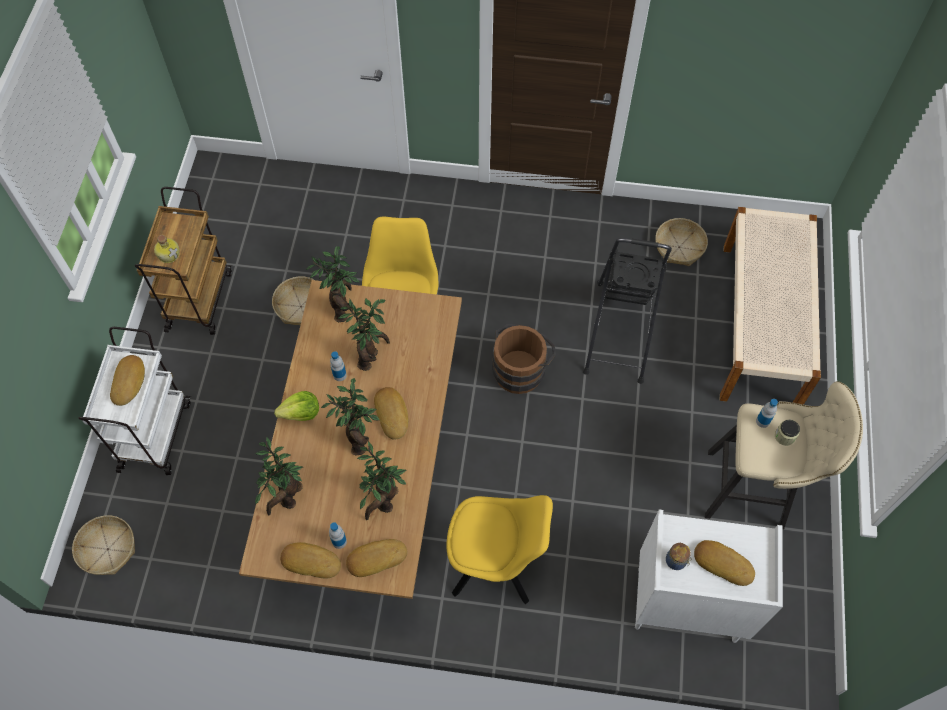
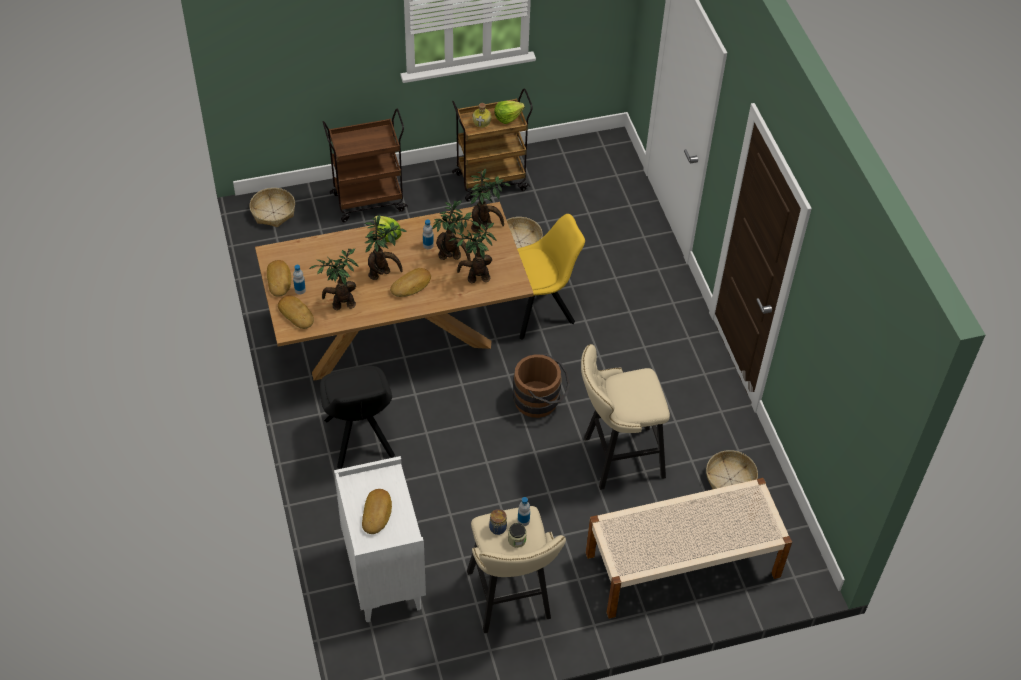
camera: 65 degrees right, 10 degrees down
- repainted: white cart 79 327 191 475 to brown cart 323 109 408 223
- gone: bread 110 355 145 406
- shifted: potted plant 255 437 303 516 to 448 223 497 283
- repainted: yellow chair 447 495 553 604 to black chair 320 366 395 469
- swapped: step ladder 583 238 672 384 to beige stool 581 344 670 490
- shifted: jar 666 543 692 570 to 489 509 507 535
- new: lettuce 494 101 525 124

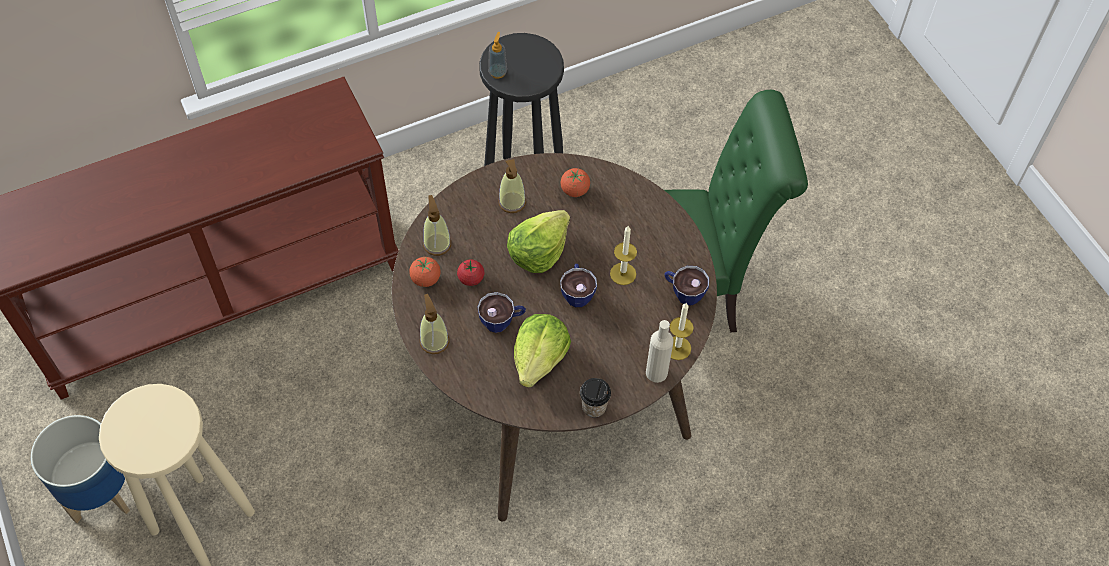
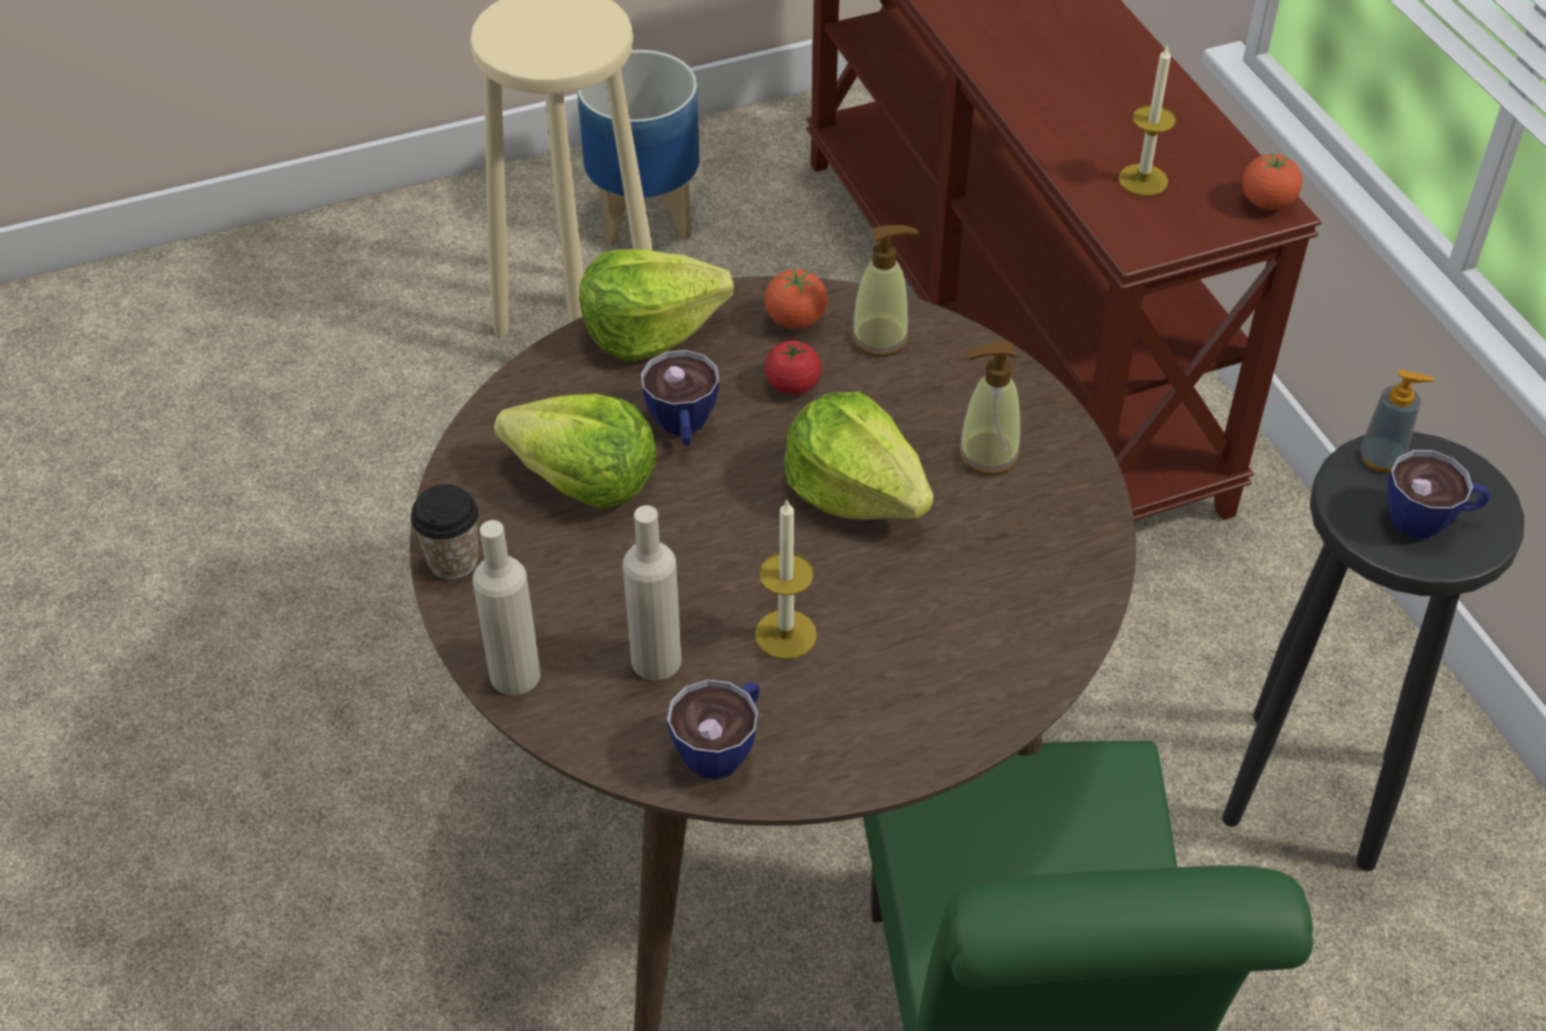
camera: 95 degrees right, 10 degrees down
- swapped: soap dispenser 420 294 449 354 to lettuce 579 249 734 361
- shifted: cup 560 264 597 307 to 1387 450 1491 539
- shifted: tomato 561 168 590 197 to 1242 153 1303 210
- shifted: candle 670 303 694 360 to 1118 44 1176 196
- new: beige bottle 623 505 682 680

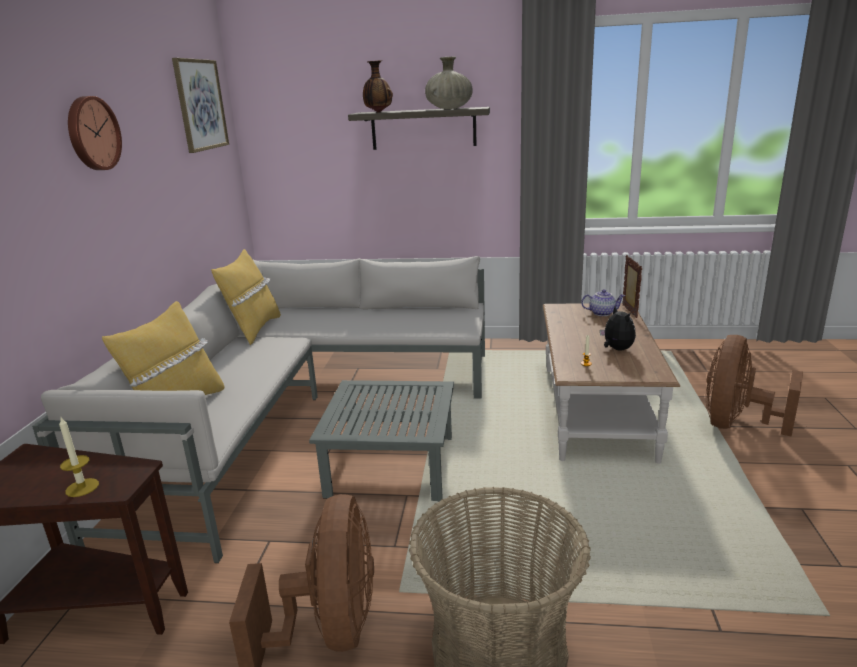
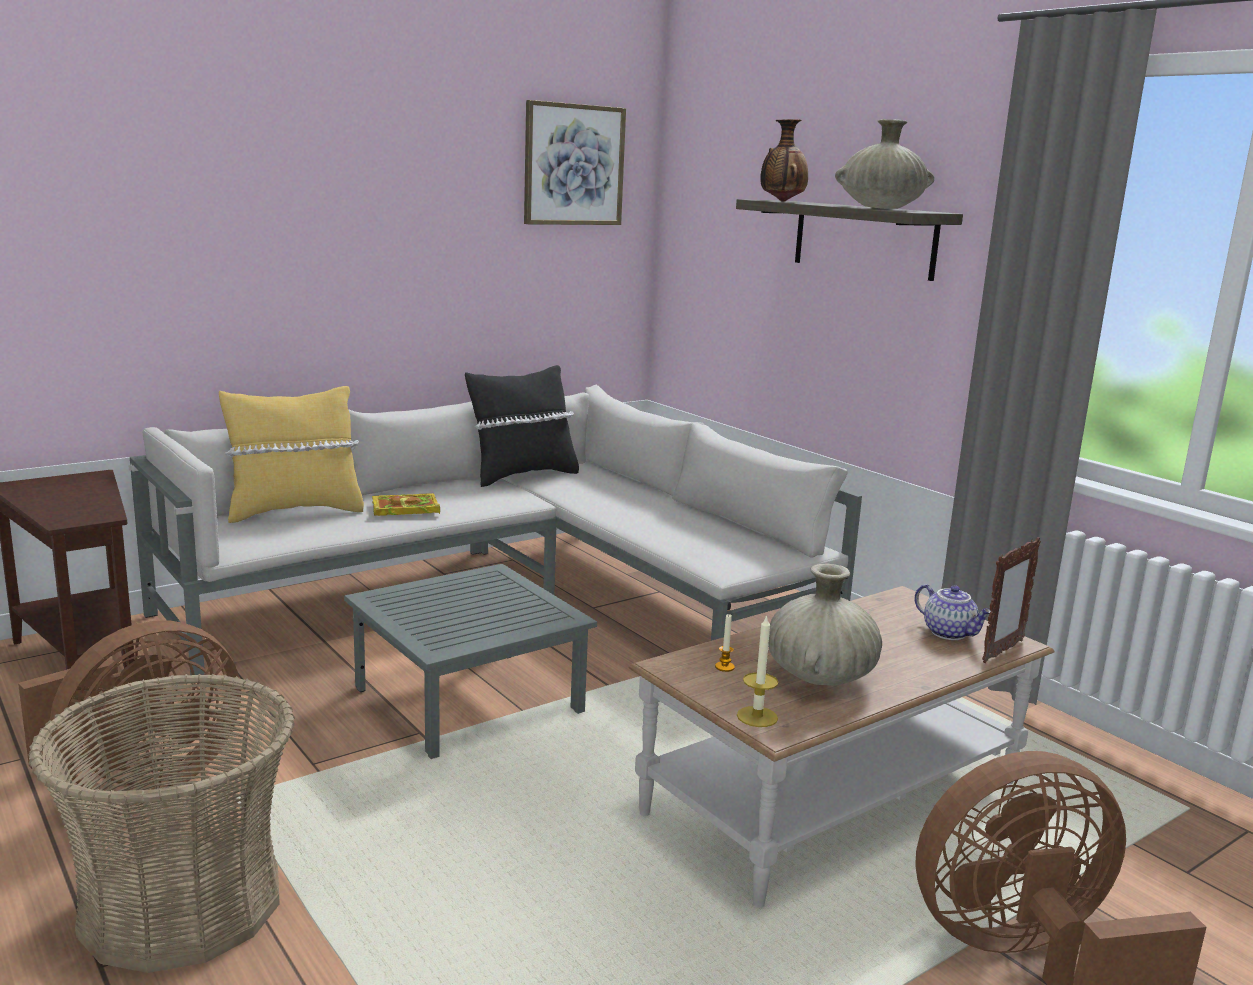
camera: 45 degrees right, 5 degrees down
- shifted: candle 59 417 99 497 to 737 615 778 727
- gone: wall clock 68 96 122 170
- repainted: yellow pillow 211 249 281 345 to black pillow 465 365 579 487
- swapped: plush toy 600 306 636 351 to beige vase 768 564 882 685
- new: book 372 493 440 516

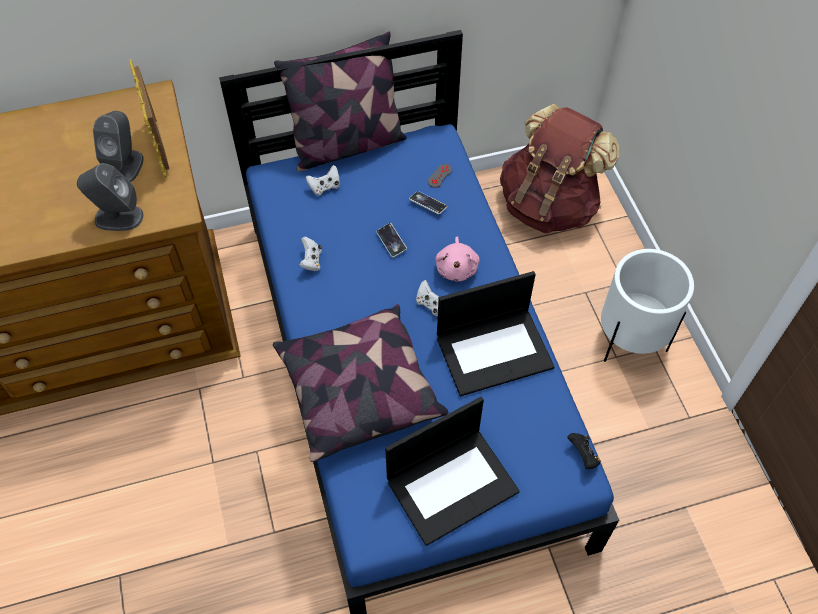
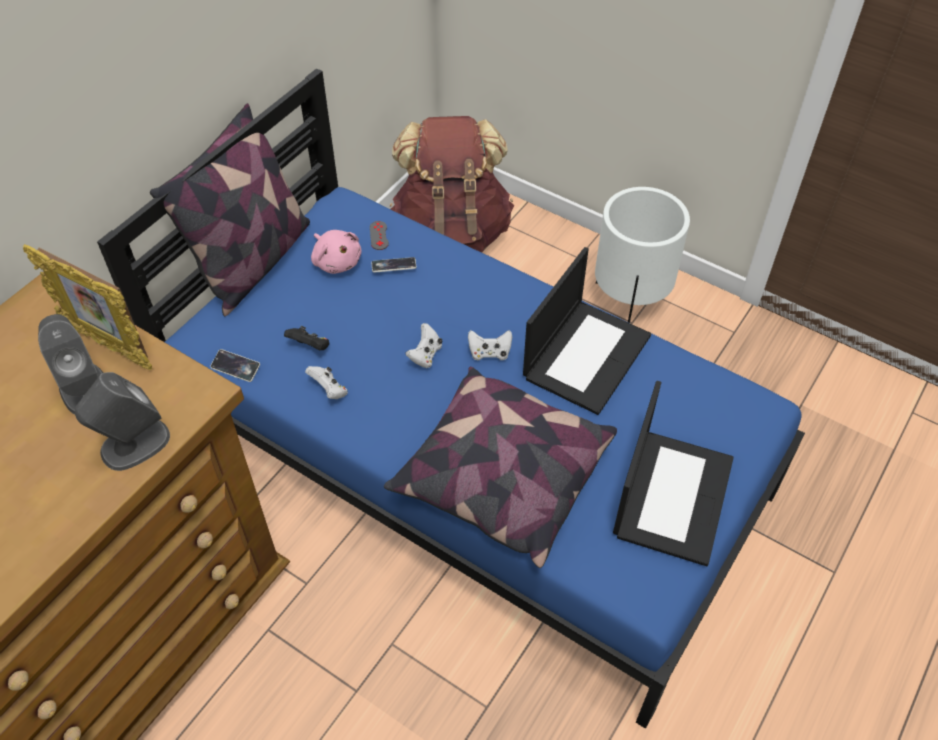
camera: 40 degrees left, 5 degrees down
- shifted: white game controller 306 165 340 195 to 405 323 442 368
- shifted: phone 376 223 407 257 to 210 349 260 382
- shifted: pink plush toy 435 236 480 281 to 311 230 362 274
- shifted: black game controller 567 433 601 469 to 284 326 330 350

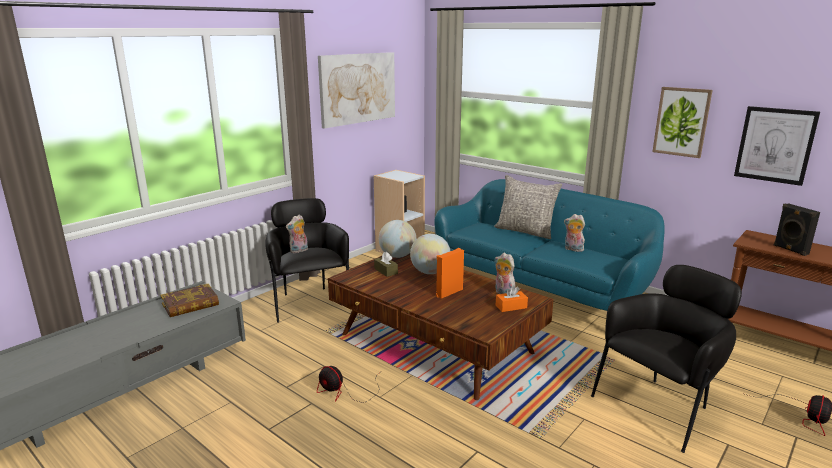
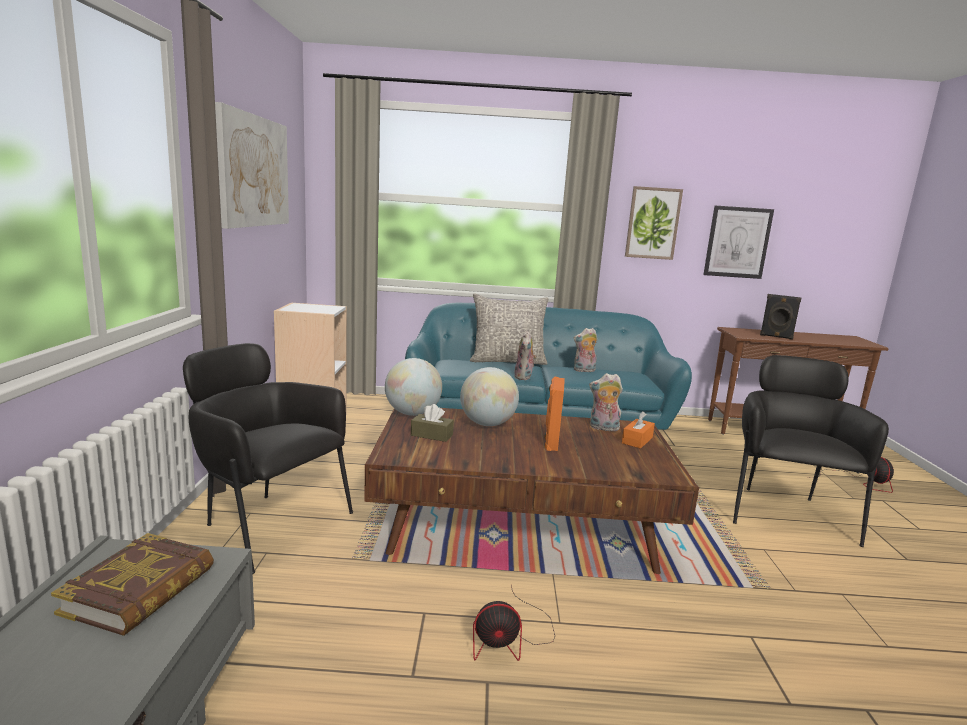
camera: 40 degrees left, 5 degrees down
- shifted: plush toy 286 215 308 253 to 514 331 537 380

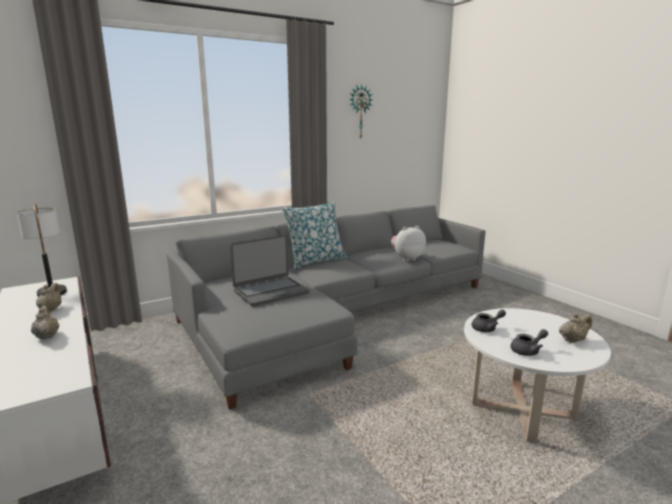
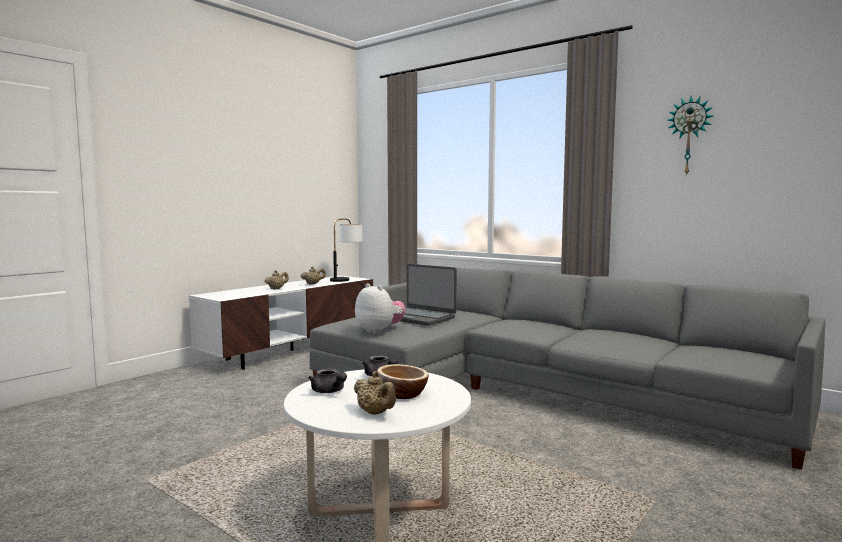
camera: 70 degrees right, 10 degrees down
- gone: pillow 281 201 347 270
- shifted: plush toy 391 226 426 261 to 355 283 405 334
- new: bowl 377 364 429 399

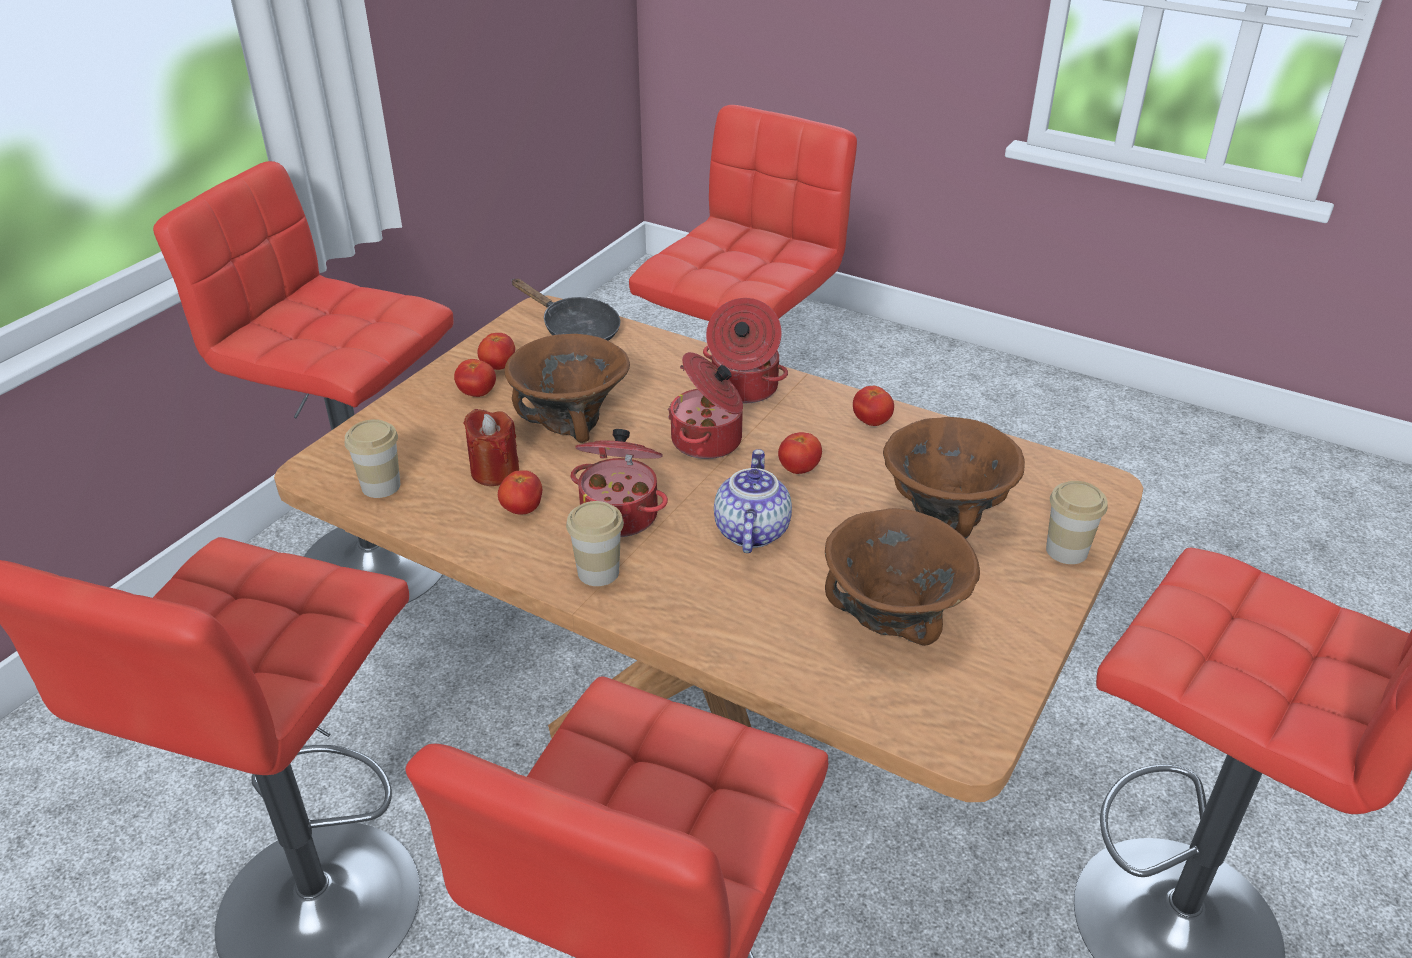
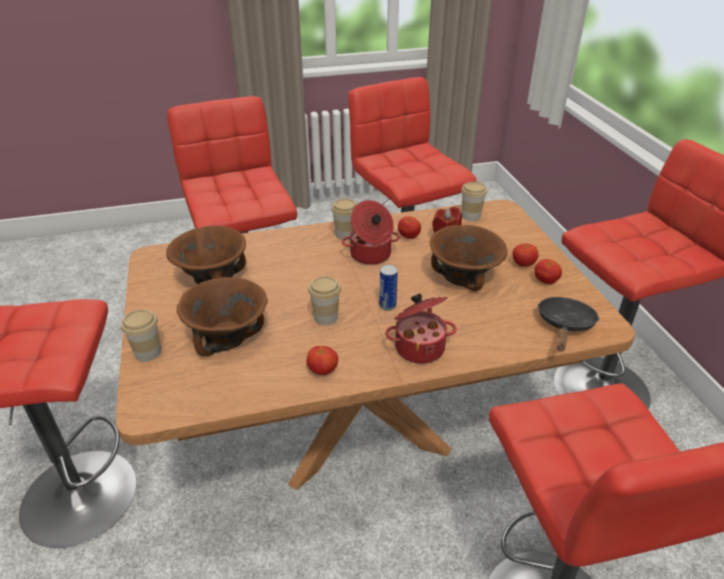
camera: 135 degrees right, 0 degrees up
- rotated: black frying pan 511 278 620 341 = 538 297 600 351 120 degrees clockwise
- swapped: cooking pot 668 352 743 459 to can 379 265 398 311
- gone: teapot 714 449 792 553
- swapped: tomato 778 432 822 474 to cup 308 276 341 325

